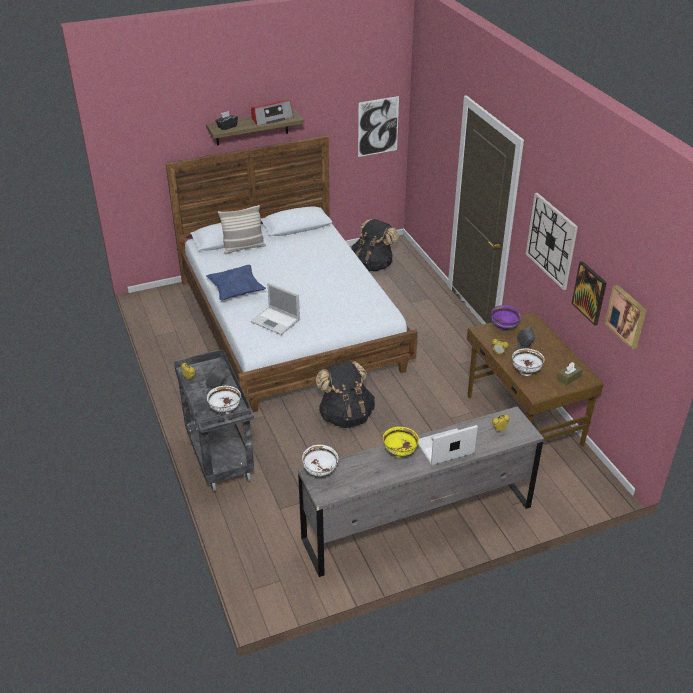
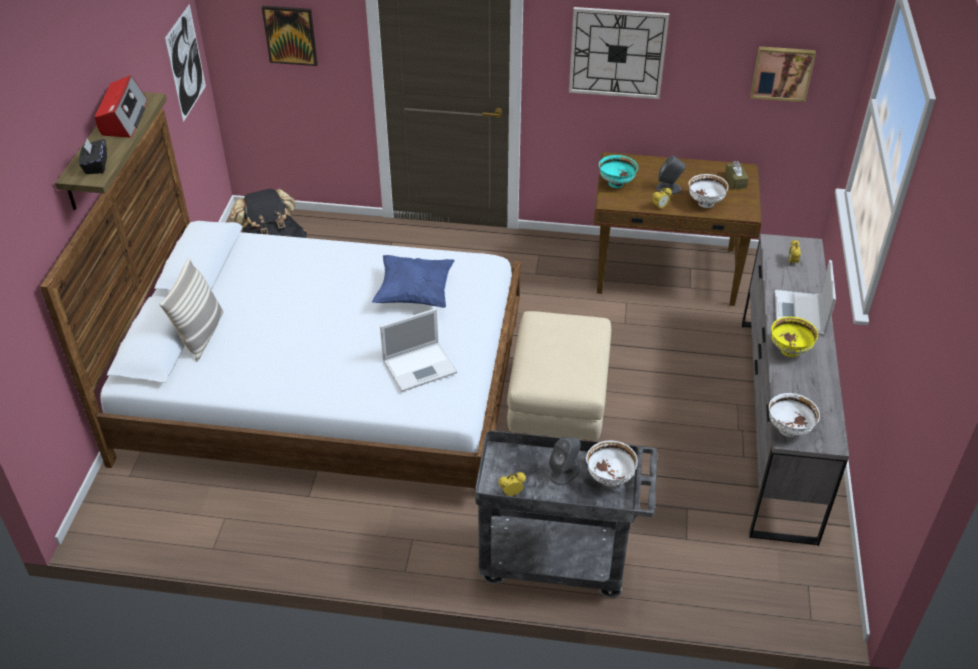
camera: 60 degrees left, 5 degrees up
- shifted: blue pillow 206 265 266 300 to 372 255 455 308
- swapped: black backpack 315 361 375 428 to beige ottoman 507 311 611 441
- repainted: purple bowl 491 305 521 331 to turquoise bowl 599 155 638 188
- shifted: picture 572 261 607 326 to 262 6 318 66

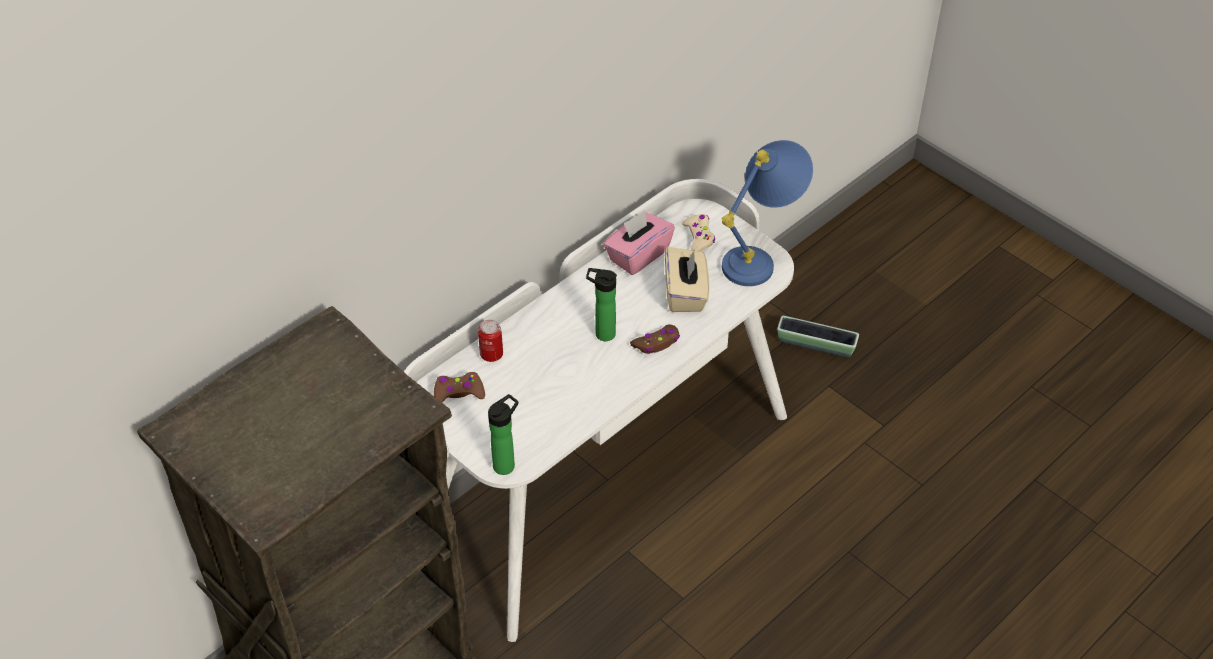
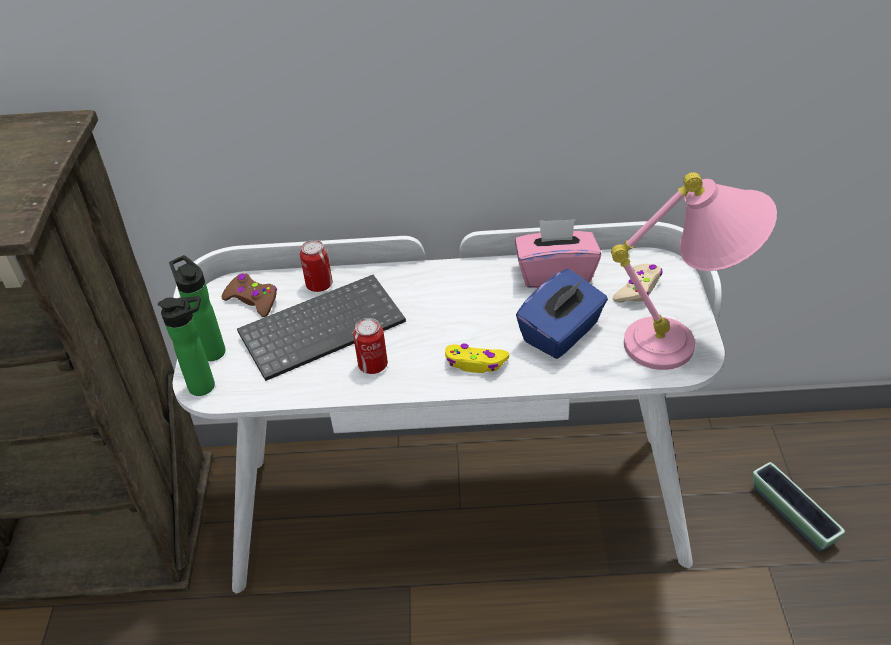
camera: 45 degrees right, 5 degrees down
- shifted: bottle 586 268 617 341 to 169 255 225 361
- repainted: brown game controller 630 325 680 354 to yellow game controller 445 343 509 373
- repainted: beige tissue box 665 247 709 312 to blue tissue box 516 269 608 359
- repainted: blue table lamp 721 140 813 286 to pink table lamp 611 172 777 370
- new: keyboard 237 275 406 381
- new: can 353 318 388 374

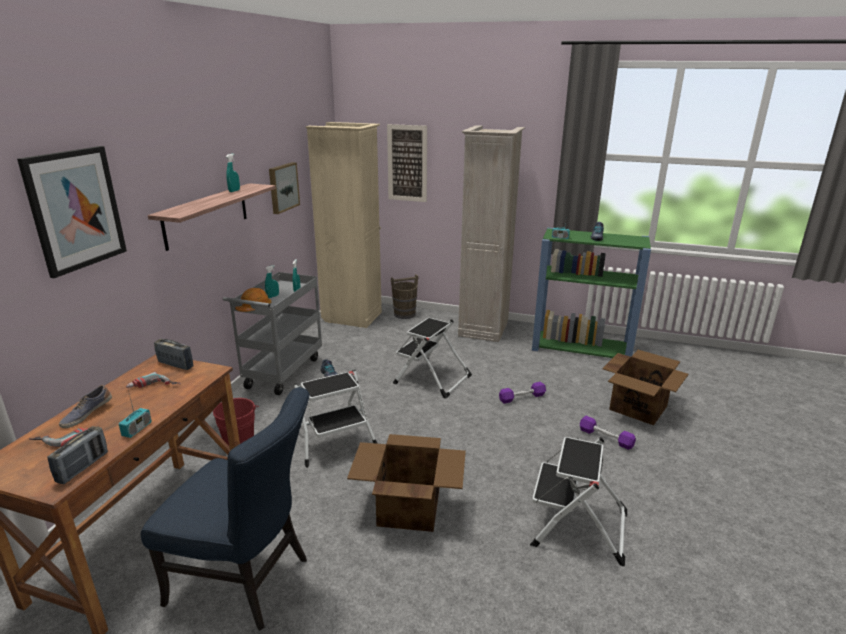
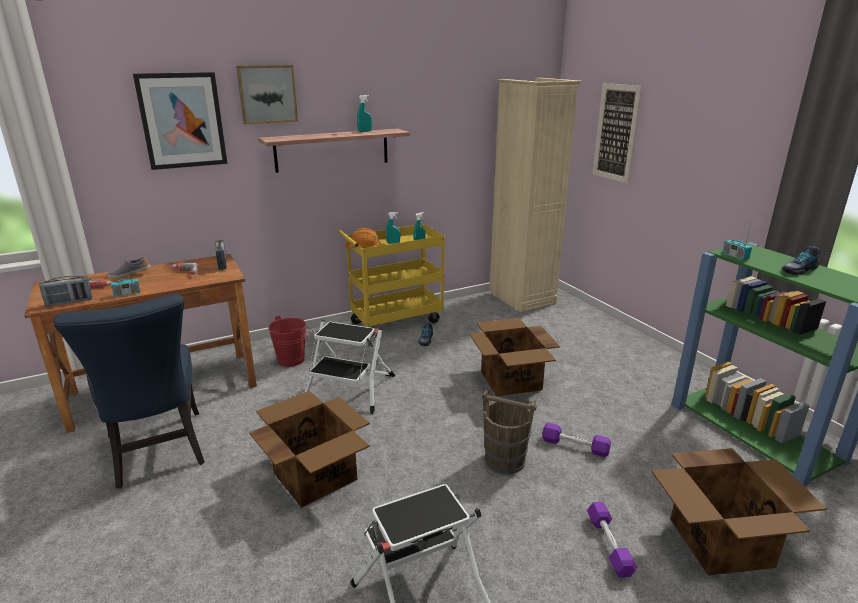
camera: 45 degrees right, 0 degrees up
- repainted: grey cart 223 272 322 395 to yellow cart 338 224 445 338
- shifted: picture 269 162 300 214 to 236 65 298 124
- shifted: brown bucket 391 274 418 319 to 482 390 537 474
- swapped: step ladder 393 318 472 398 to cardboard box 469 318 560 396
- gone: beige cabinet 458 125 525 342

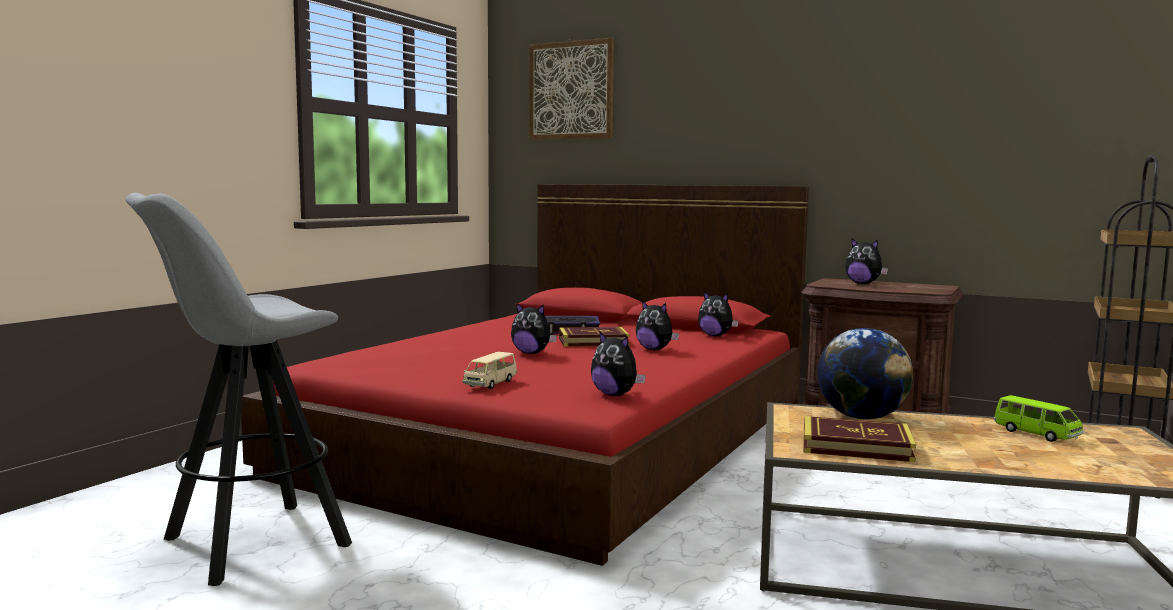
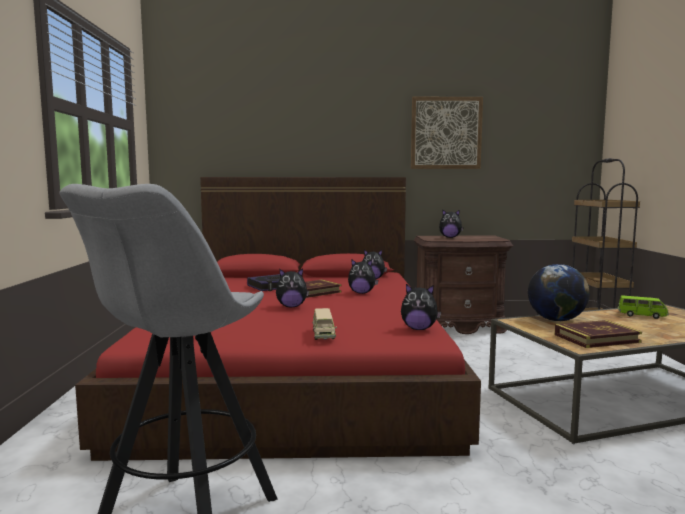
camera: 30 degrees left, 0 degrees up
- shifted: picture 529 38 614 140 to 411 96 483 169

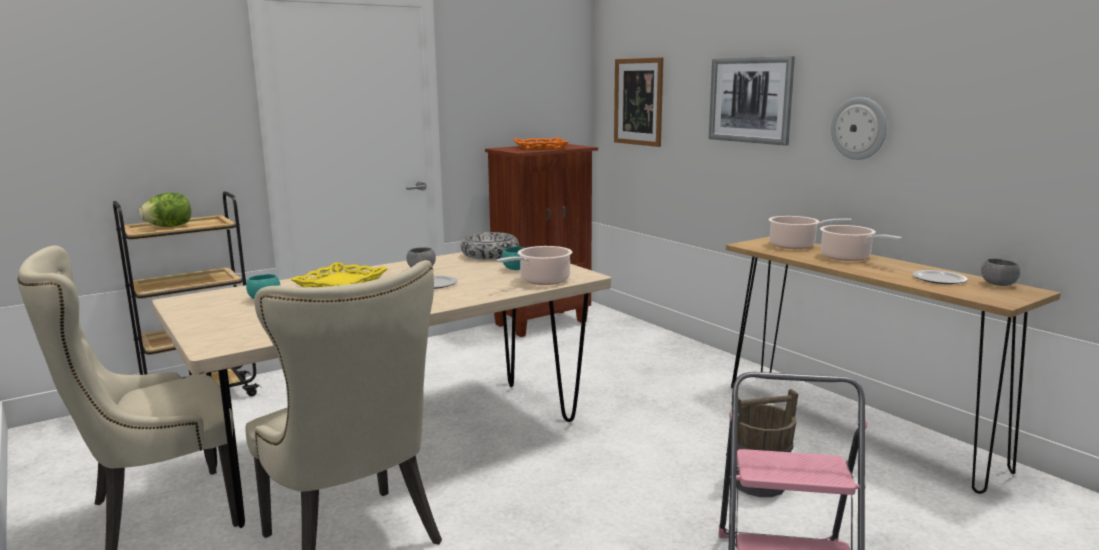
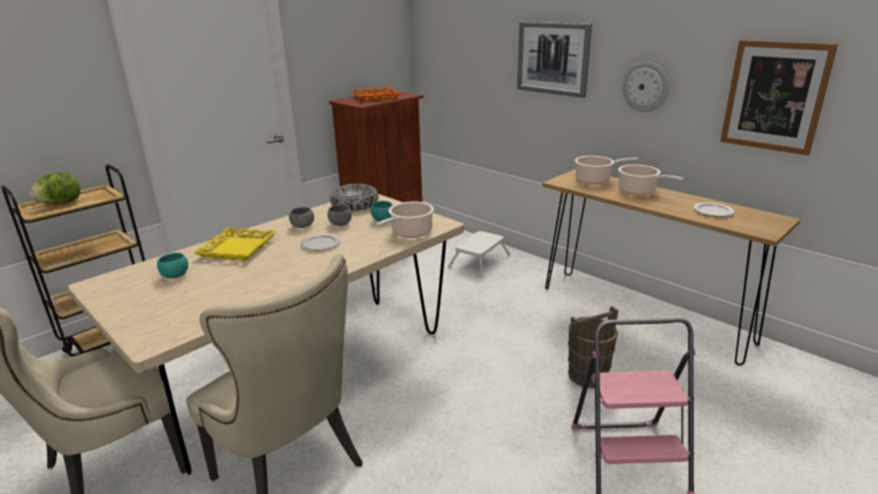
camera: 10 degrees left, 10 degrees up
- shifted: picture 614 57 663 147 to 720 40 838 156
- shifted: grey bowl 981 259 1020 286 to 327 205 352 226
- new: white step ladder 448 231 511 277

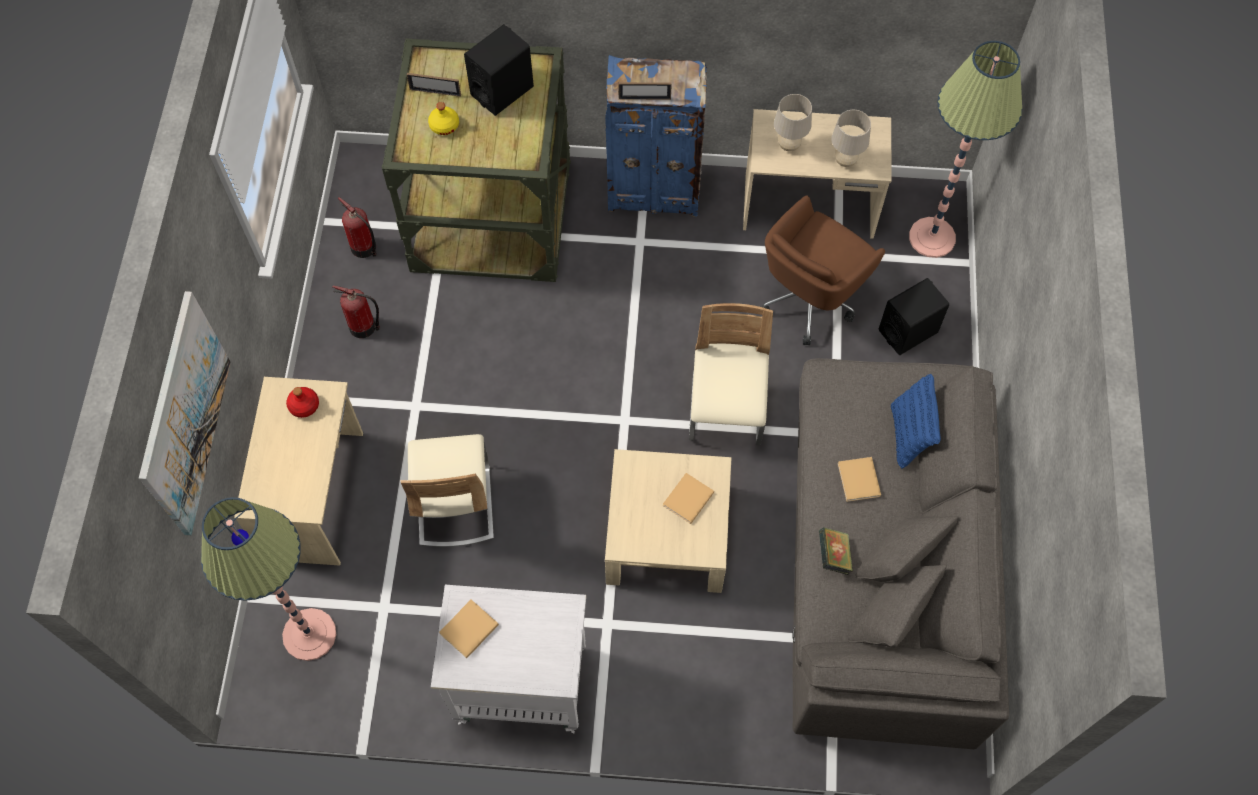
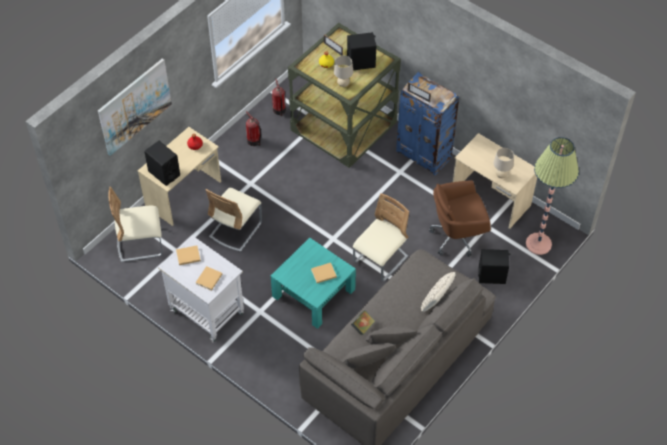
camera: 35 degrees right, 10 degrees down
- swapped: floor lamp 201 497 336 661 to beige chair 109 187 163 262
- repainted: beige coffee table 605 449 731 593 to turquoise coffee table 271 237 356 329
- shifted: beige table lamp 774 94 812 151 to 334 55 353 87
- shifted: beige book 838 457 881 502 to 195 266 222 291
- repainted: blue pillow 891 374 941 469 to beige pillow 421 272 455 312
- new: black speaker 144 141 180 186

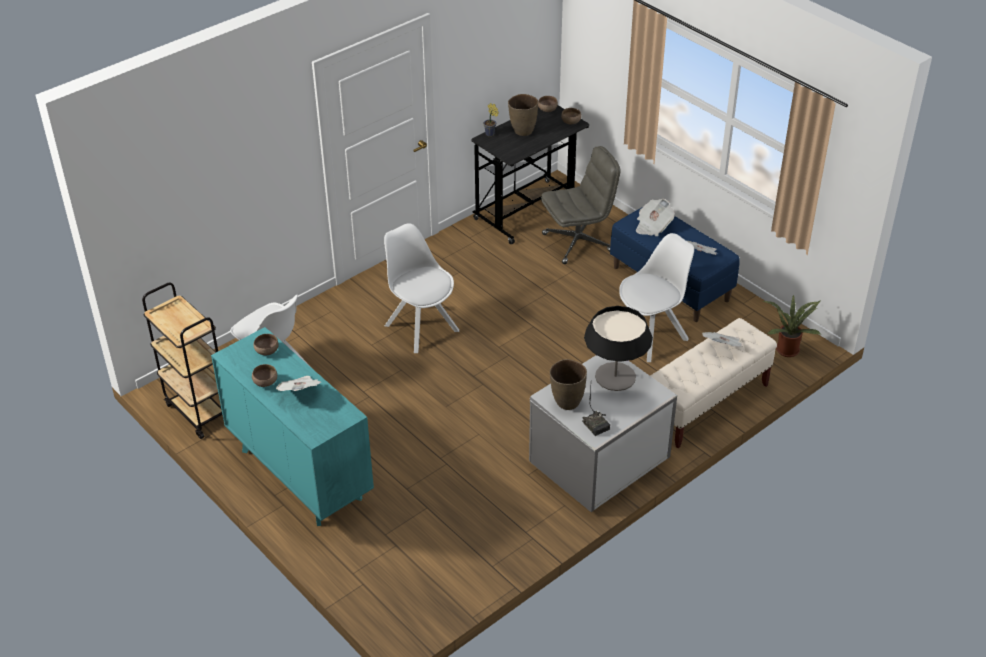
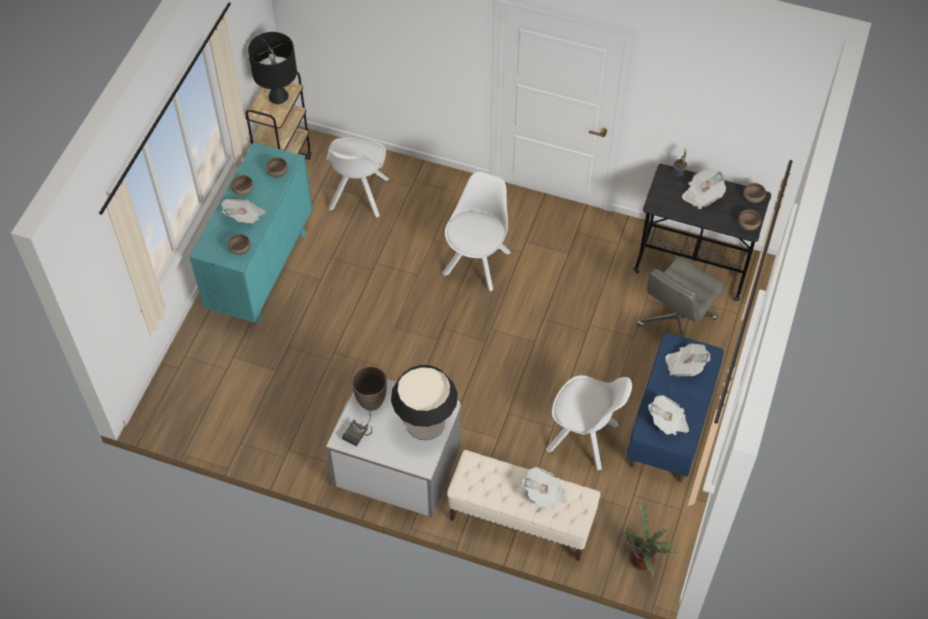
camera: 60 degrees right, 15 degrees up
- swapped: brown vase 508 94 538 136 to newspaper 682 168 726 209
- rotated: grey office chair 541 146 621 264 = 637 256 725 337 90 degrees clockwise
- new: brown bowl 228 234 251 255
- new: black table lamp 248 32 297 104

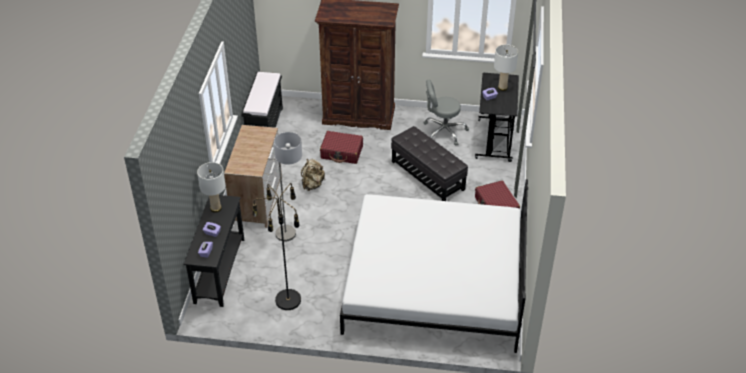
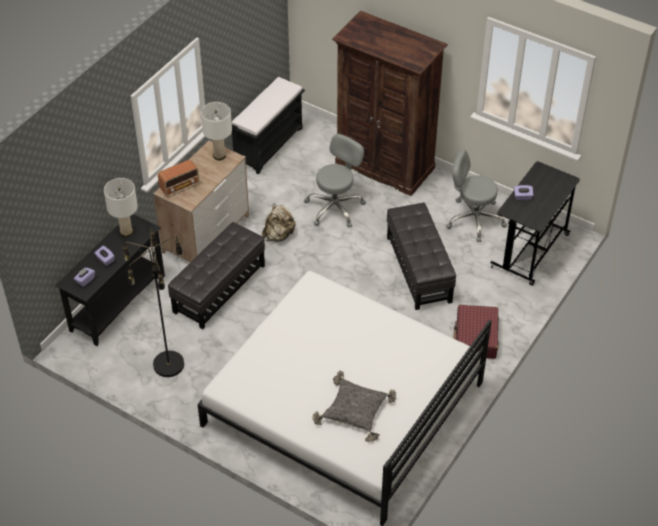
camera: 25 degrees right, 5 degrees up
- swapped: grey floor lamp 269 132 302 242 to black ottoman 168 222 265 329
- swapped: red suitcase 320 131 363 164 to grey office chair 304 134 366 228
- shifted: white table lamp 494 44 518 91 to 201 102 232 160
- new: radio 158 160 200 197
- new: pillow 312 371 396 442

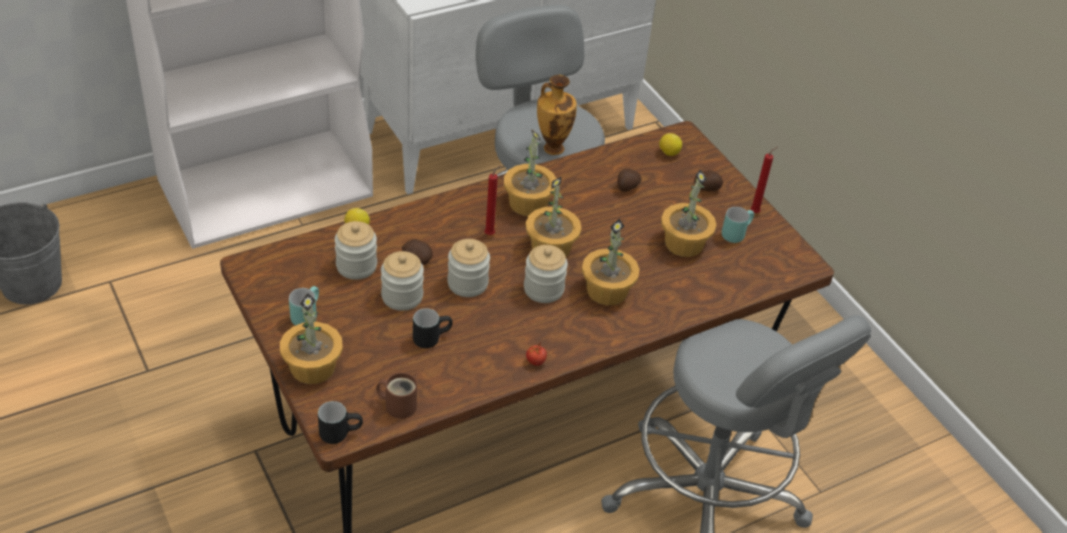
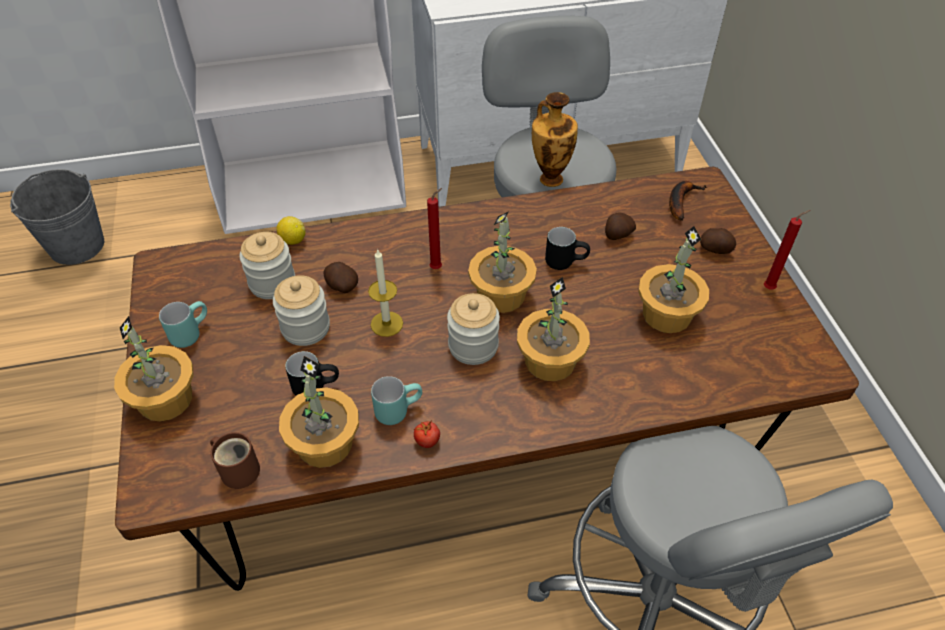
camera: 20 degrees right, 5 degrees up
- shifted: black mug 318 401 363 444 to 545 227 590 270
- swapped: jar 447 239 490 297 to candle 368 248 403 337
- shifted: potted plant 504 129 557 216 to 279 356 359 468
- swapped: lemon 659 133 682 156 to banana 669 181 706 221
- shifted: turquoise mug 722 207 754 243 to 371 376 422 425

